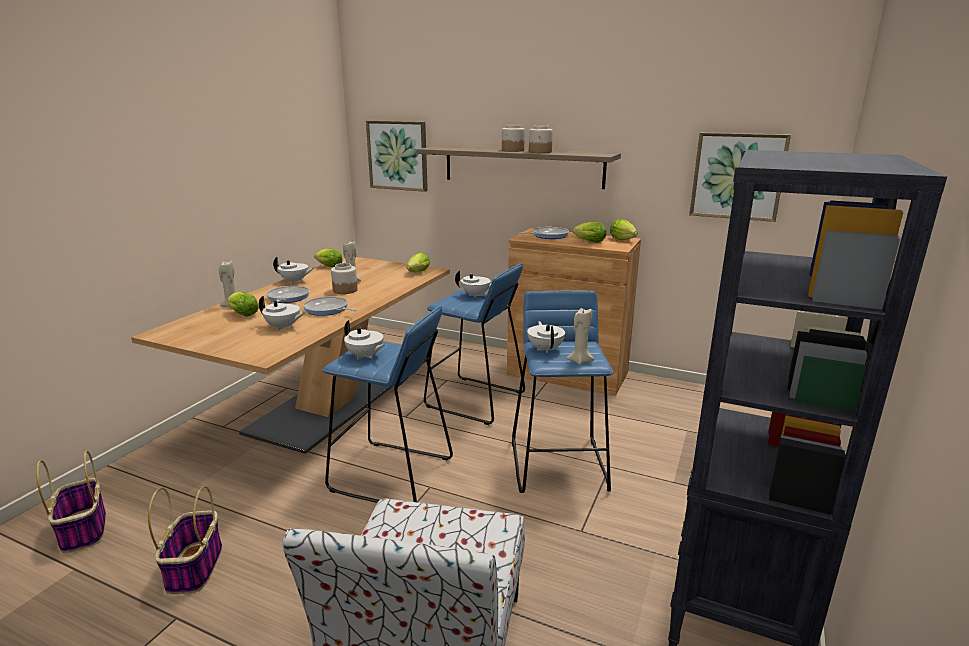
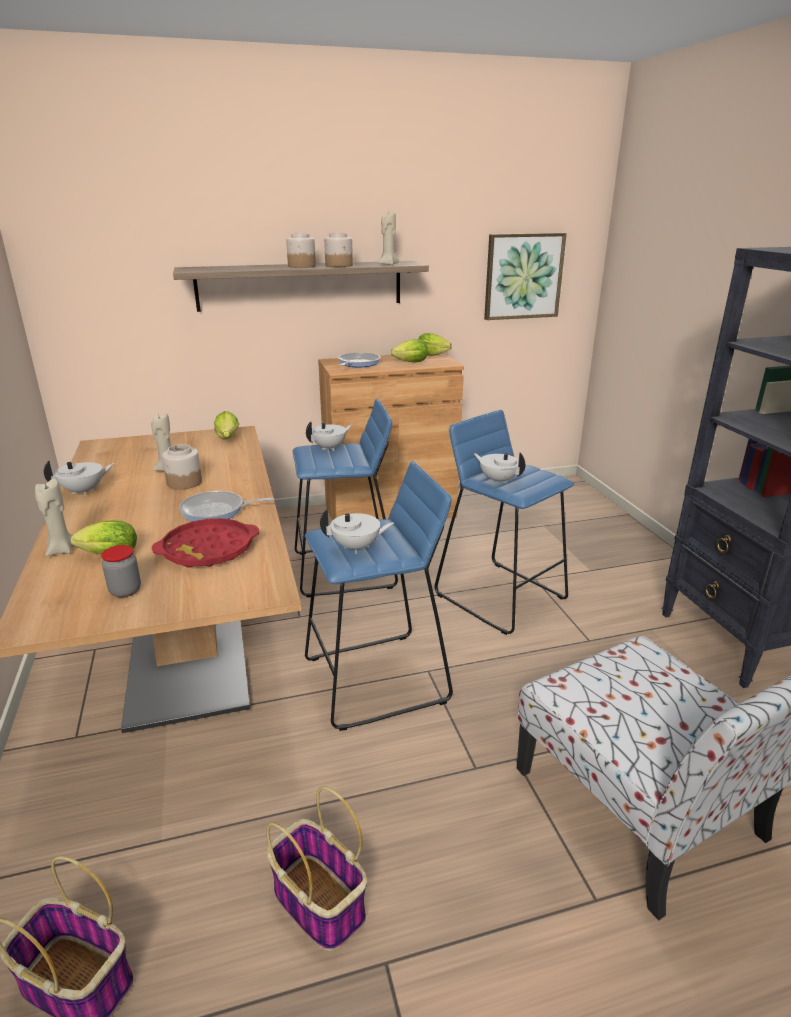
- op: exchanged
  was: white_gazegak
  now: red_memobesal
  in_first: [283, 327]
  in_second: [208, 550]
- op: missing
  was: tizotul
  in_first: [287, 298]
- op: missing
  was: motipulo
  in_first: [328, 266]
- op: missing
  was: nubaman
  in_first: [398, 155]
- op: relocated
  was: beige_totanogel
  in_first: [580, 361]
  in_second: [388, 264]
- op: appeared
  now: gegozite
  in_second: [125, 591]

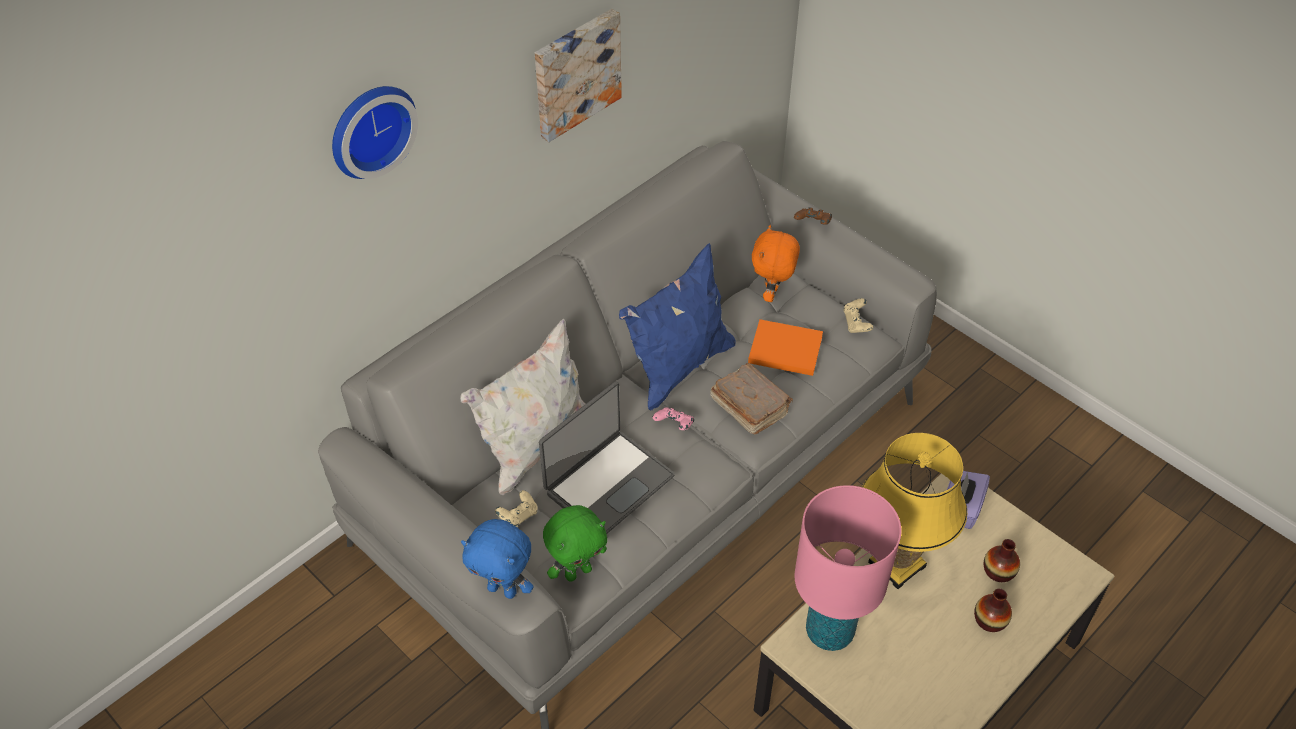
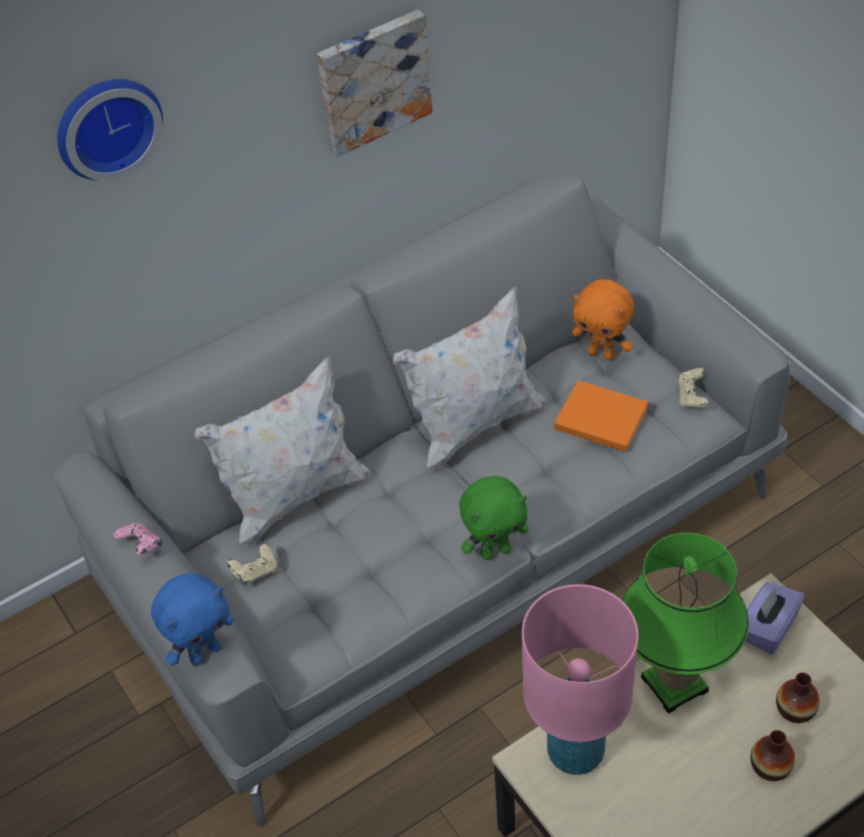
- op: spun
  was: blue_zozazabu
  in_first: [503, 589]
  in_second: [204, 652]
  clockwise: -75
- op: missing
  was: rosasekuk
  in_first: [608, 483]
- op: relocated
  was: green_zozazabu
  in_first: [578, 571]
  in_second: [495, 551]
- op: colour
  was: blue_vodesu
  now: white_vodesu
  in_first: [678, 367]
  in_second: [474, 425]
- op: relocated
  was: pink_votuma
  in_first: [674, 426]
  in_second: [141, 546]
- op: missing
  was: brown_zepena
  in_first: [749, 406]
- op: spun
  was: orange_zozazabu
  in_first: [772, 295]
  in_second: [602, 353]
  clockwise: -90
- op: missing
  was: brown_votuma
  in_first: [813, 224]
- op: colour
  was: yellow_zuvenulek
  now: green_zuvenulek
  in_first: [896, 564]
  in_second: [673, 684]

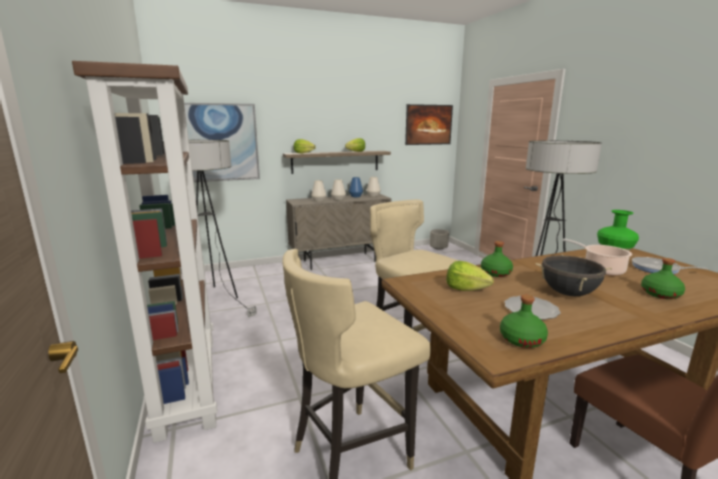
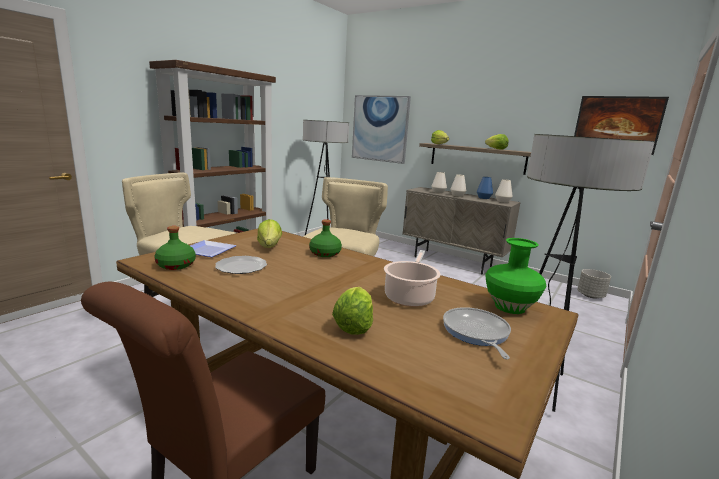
- op: missing
  was: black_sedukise
  in_first: [568, 294]
- op: exchanged
  was: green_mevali
  now: motipulo
  in_first: [660, 294]
  in_second: [354, 325]
- op: appeared
  now: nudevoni
  in_second: [205, 251]

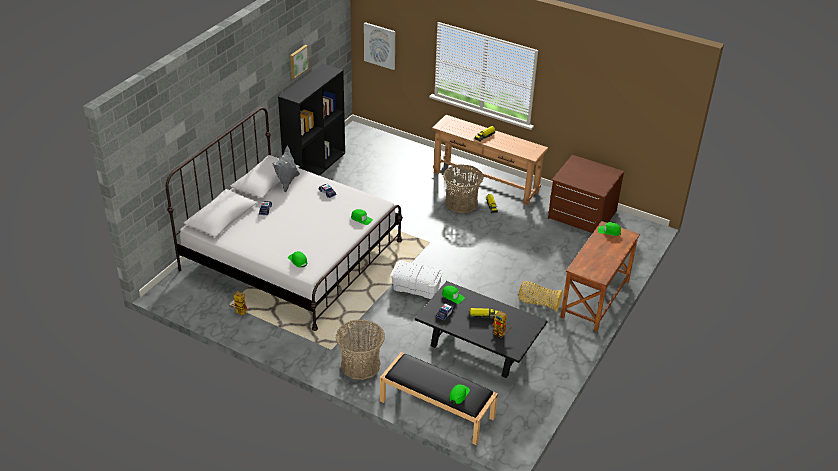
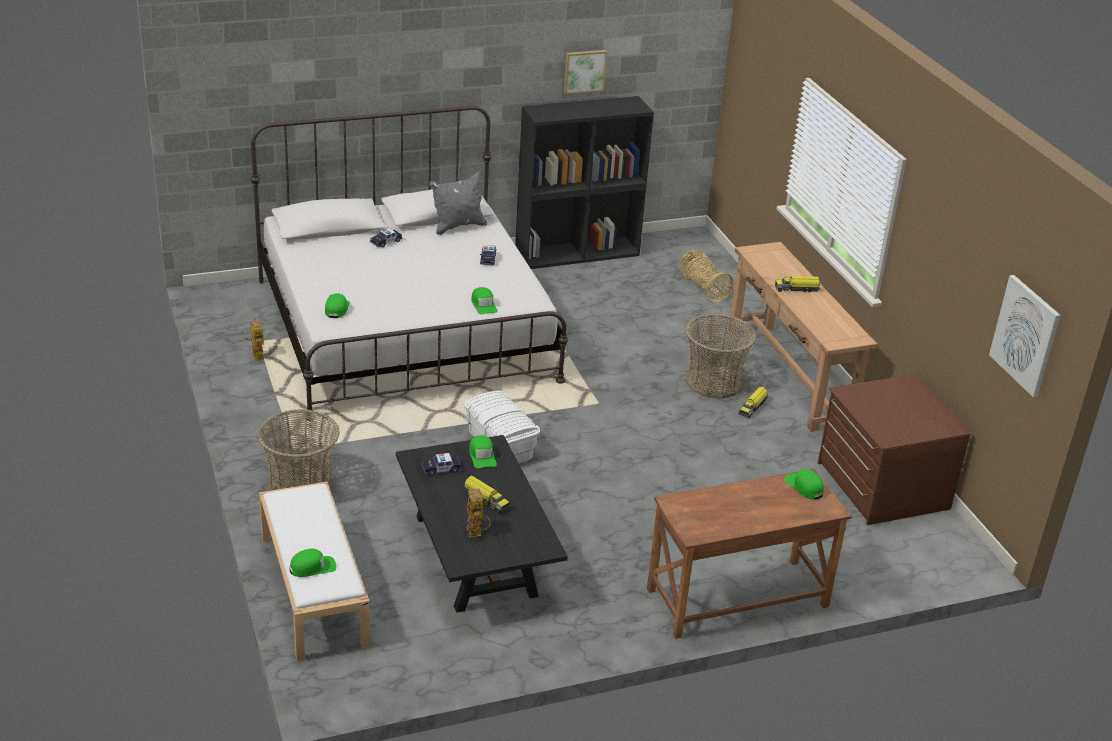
- op: relocated
  was: nubaman
  in_first: [380, 45]
  in_second: [1025, 335]
- op: colour
  was: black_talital
  now: white_talital
  in_first: [436, 409]
  in_second: [312, 589]
- op: relocated
  was: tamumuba
  in_first: [538, 303]
  in_second: [702, 287]

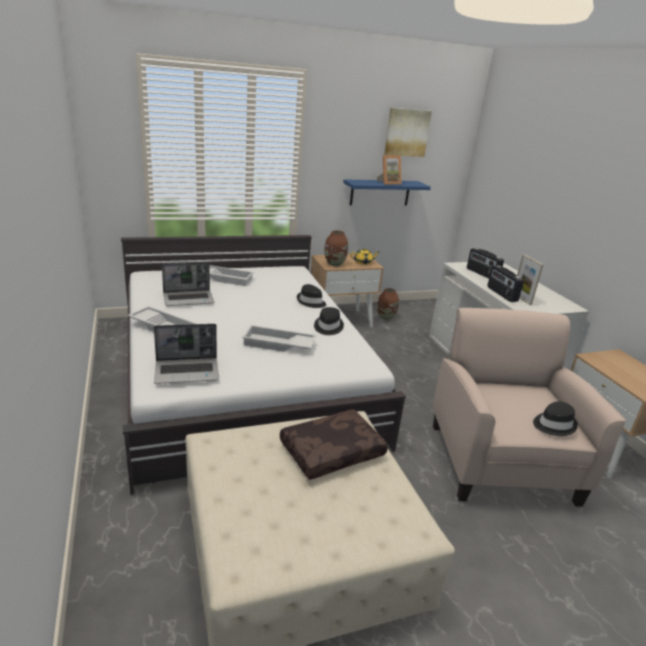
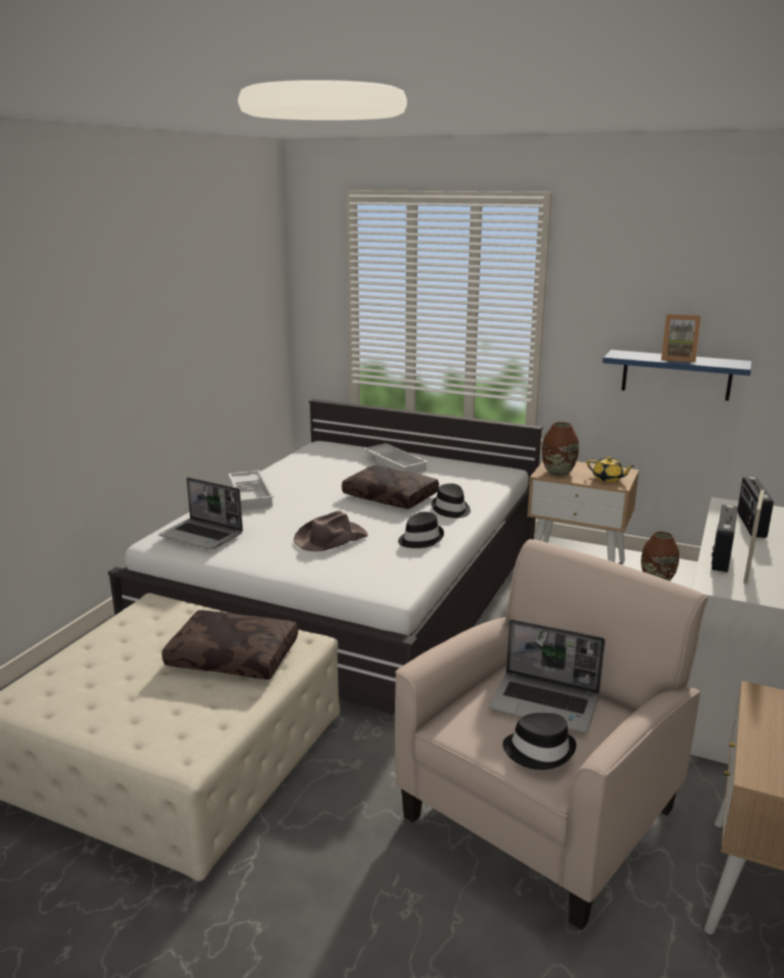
- op: relocated
  was: rosasekuk
  in_first: [189, 299]
  in_second: [546, 703]
- op: exchanged
  was: white_memobesal
  now: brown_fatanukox
  in_first: [278, 344]
  in_second: [330, 539]
- op: missing
  was: nubaman
  in_first: [406, 132]
- op: appeared
  now: brown_vodesu
  in_second: [391, 496]

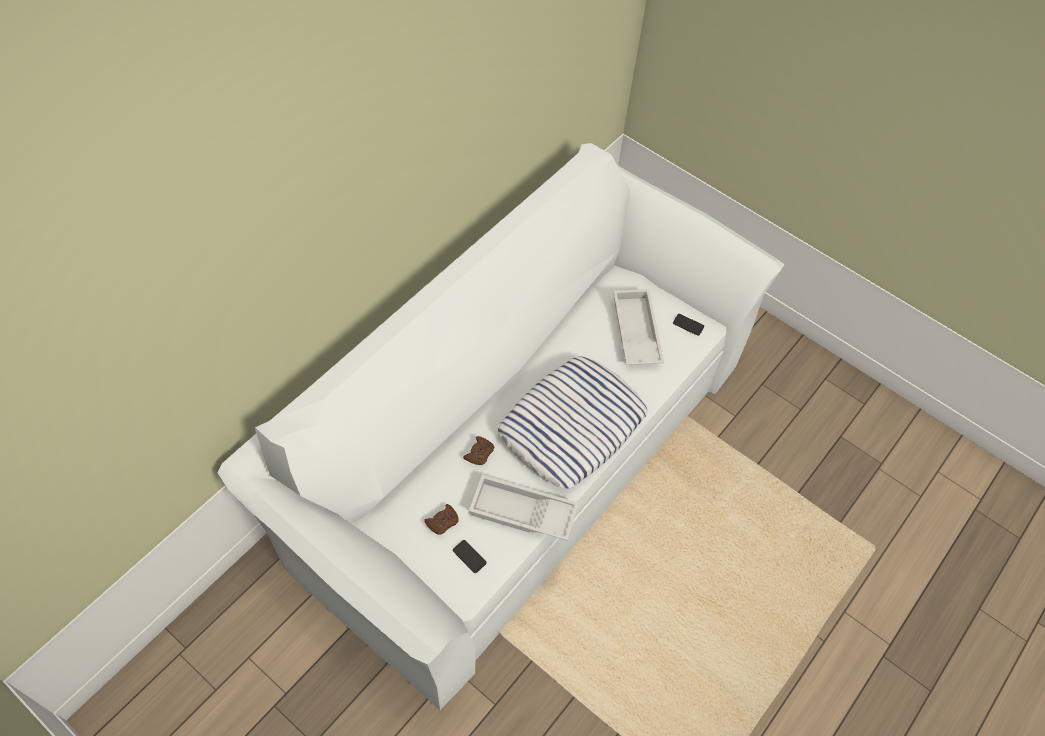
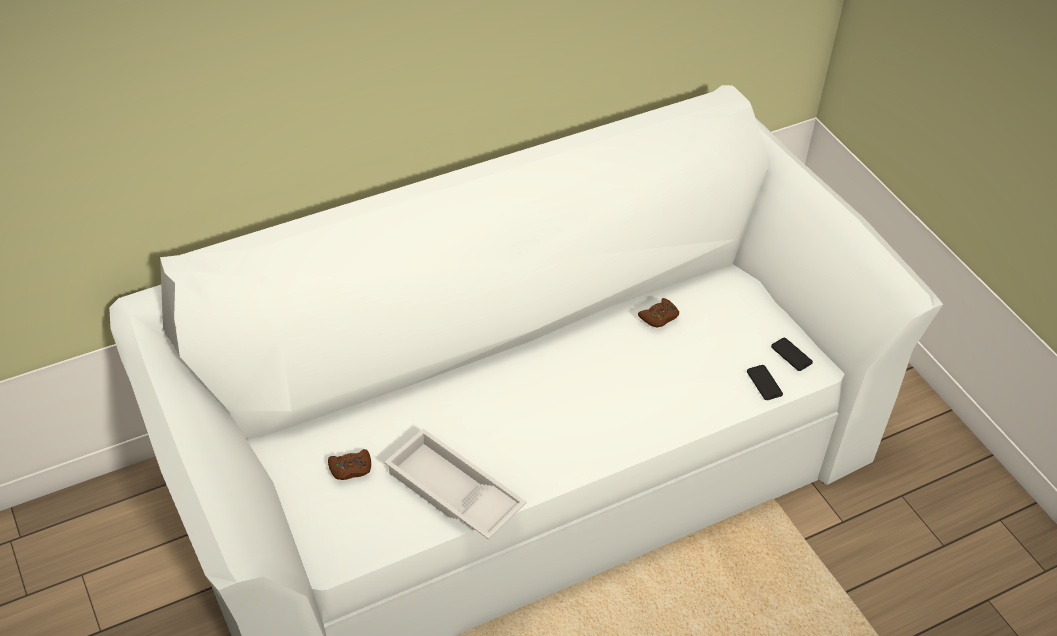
- op: relocated
  was: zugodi
  in_first: [469, 556]
  in_second: [764, 383]
- op: relocated
  was: brown_votuma
  in_first: [479, 453]
  in_second: [659, 317]
- op: missing
  was: vodesu
  in_first: [572, 426]
- op: missing
  was: white_memobesal
  in_first: [634, 332]

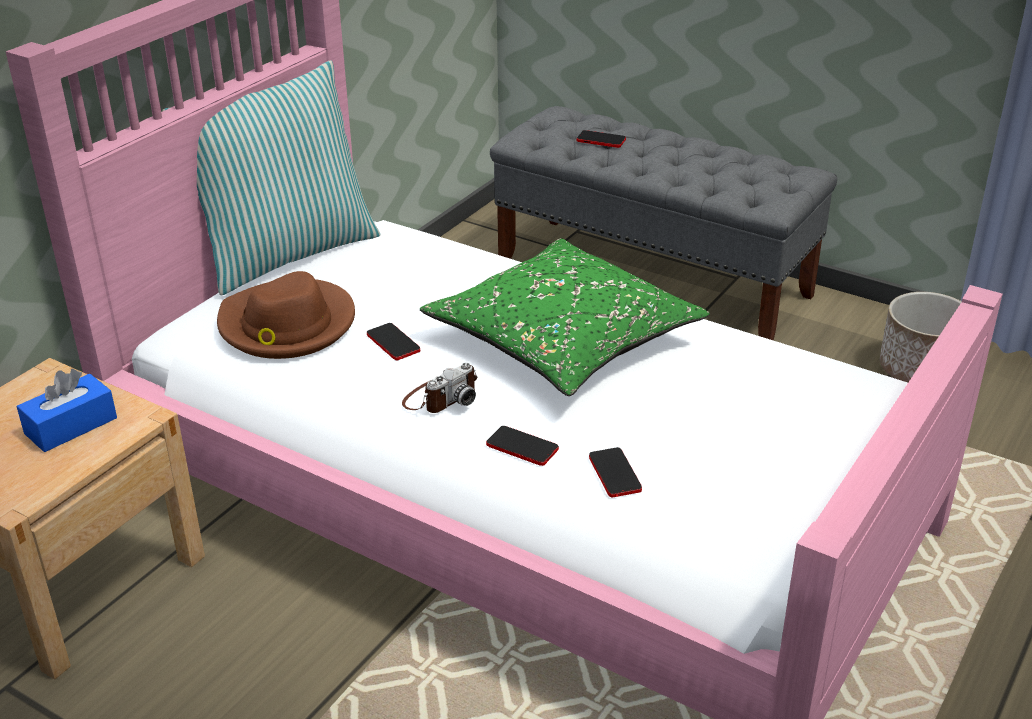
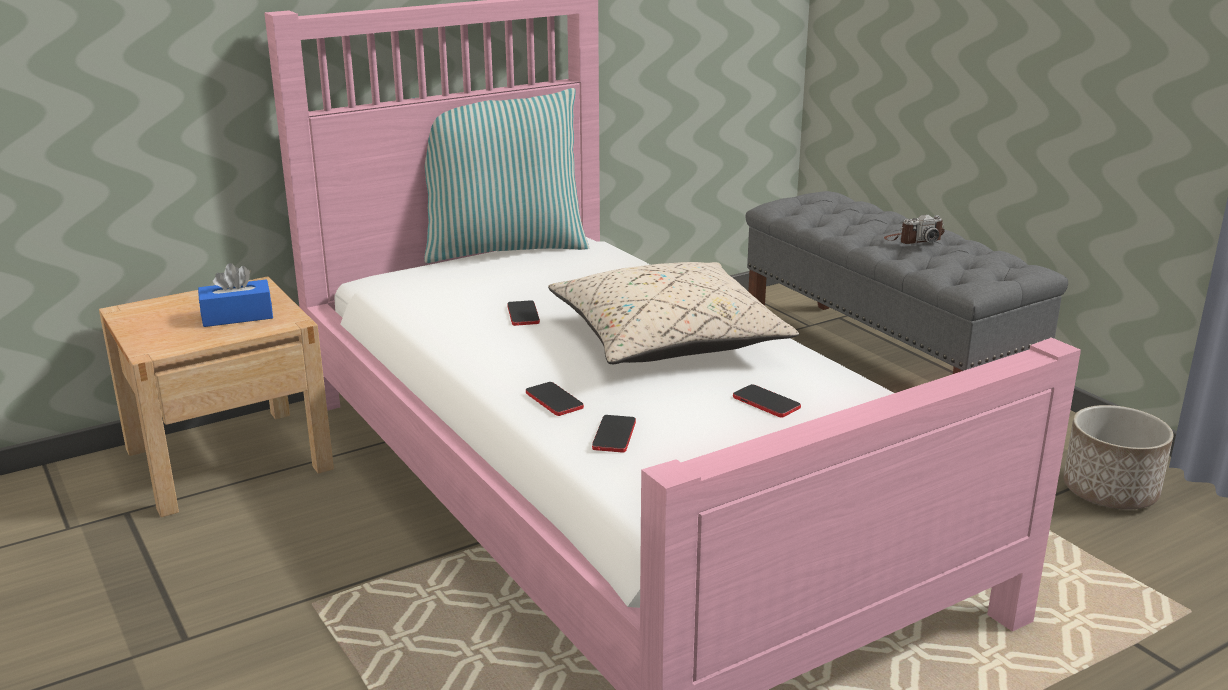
- op: missing
  was: brown_fatanukox
  in_first: [286, 325]
- op: relocated
  was: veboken
  in_first: [441, 398]
  in_second: [913, 240]
- op: colour
  was: green_vodesu
  now: beige_vodesu
  in_first: [563, 341]
  in_second: [667, 340]
- op: relocated
  was: zugodi
  in_first: [601, 140]
  in_second: [766, 402]

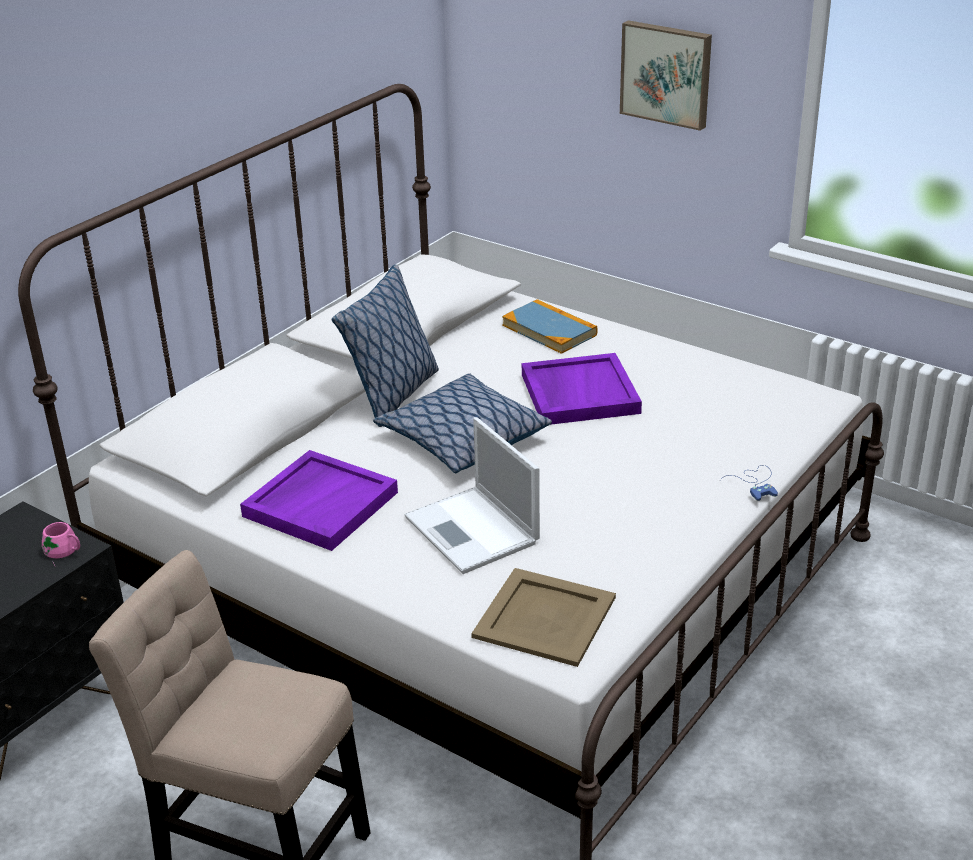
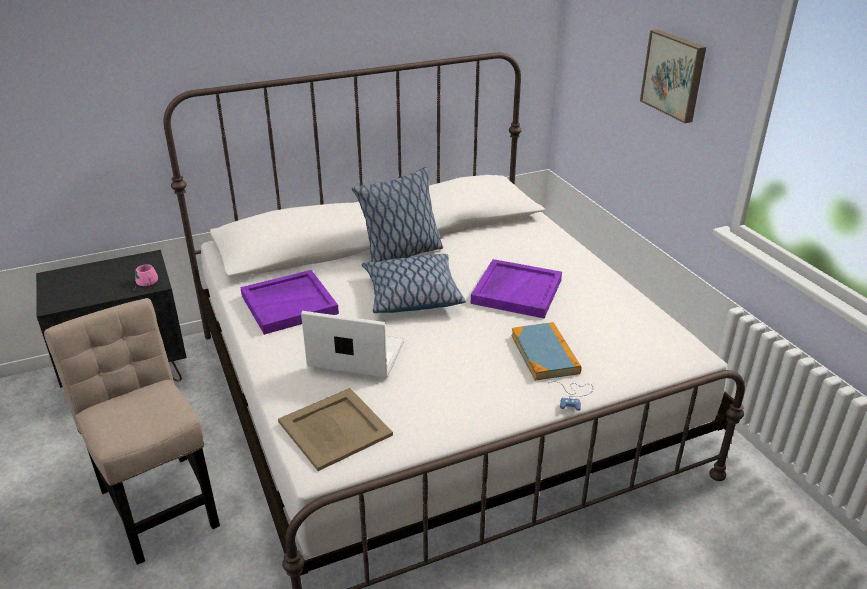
- op: spun
  was: rosasekuk
  in_first: [473, 531]
  in_second: [354, 354]
  clockwise: 105
- op: relocated
  was: zepena
  in_first: [549, 330]
  in_second: [545, 354]

